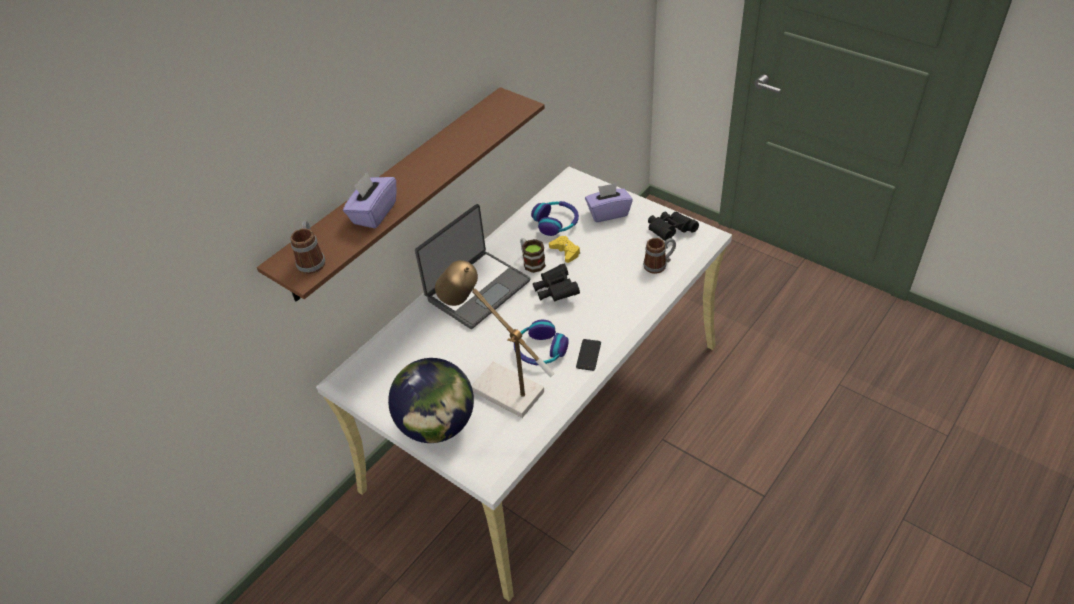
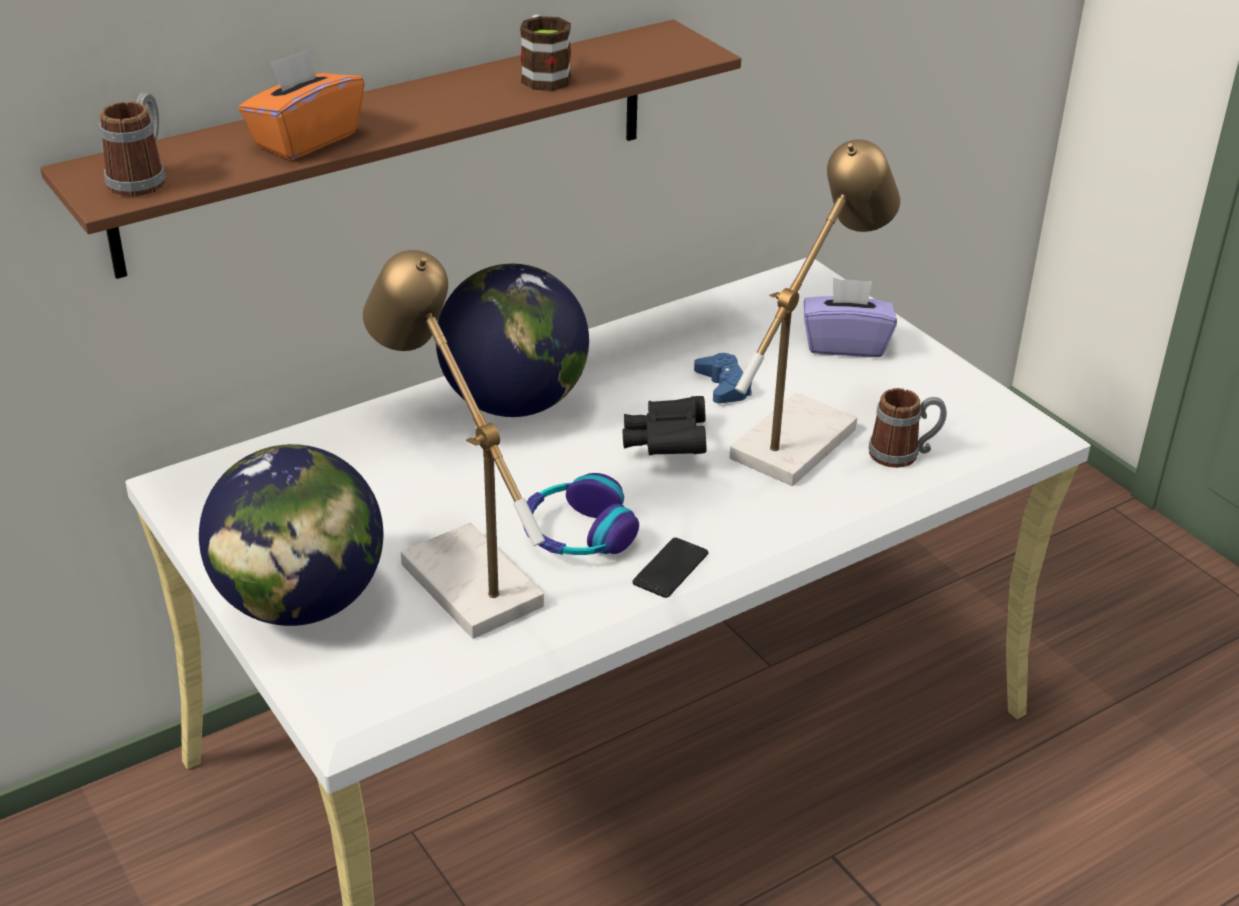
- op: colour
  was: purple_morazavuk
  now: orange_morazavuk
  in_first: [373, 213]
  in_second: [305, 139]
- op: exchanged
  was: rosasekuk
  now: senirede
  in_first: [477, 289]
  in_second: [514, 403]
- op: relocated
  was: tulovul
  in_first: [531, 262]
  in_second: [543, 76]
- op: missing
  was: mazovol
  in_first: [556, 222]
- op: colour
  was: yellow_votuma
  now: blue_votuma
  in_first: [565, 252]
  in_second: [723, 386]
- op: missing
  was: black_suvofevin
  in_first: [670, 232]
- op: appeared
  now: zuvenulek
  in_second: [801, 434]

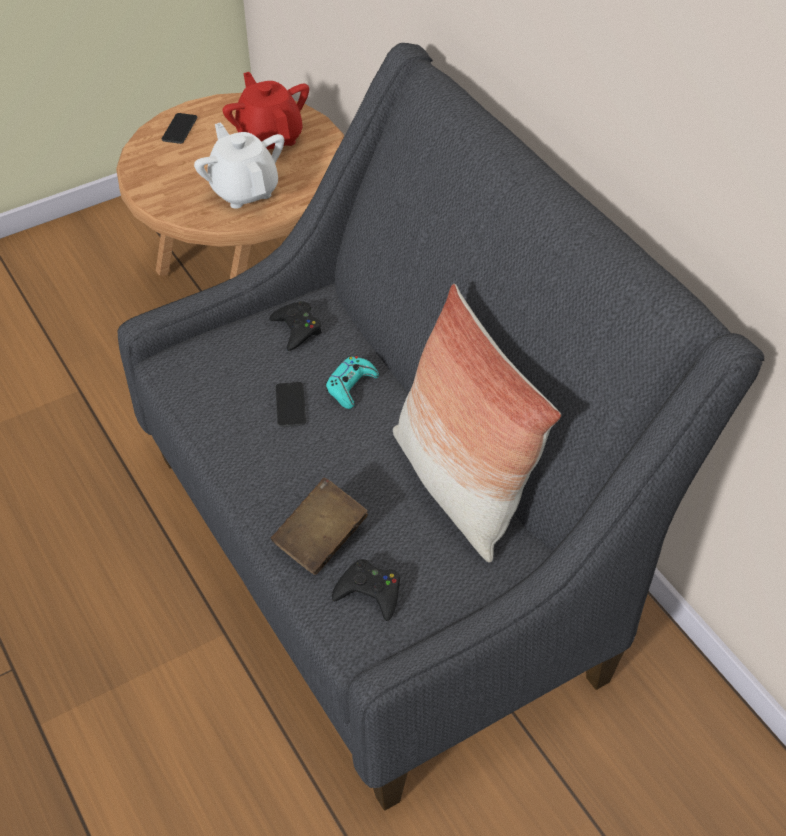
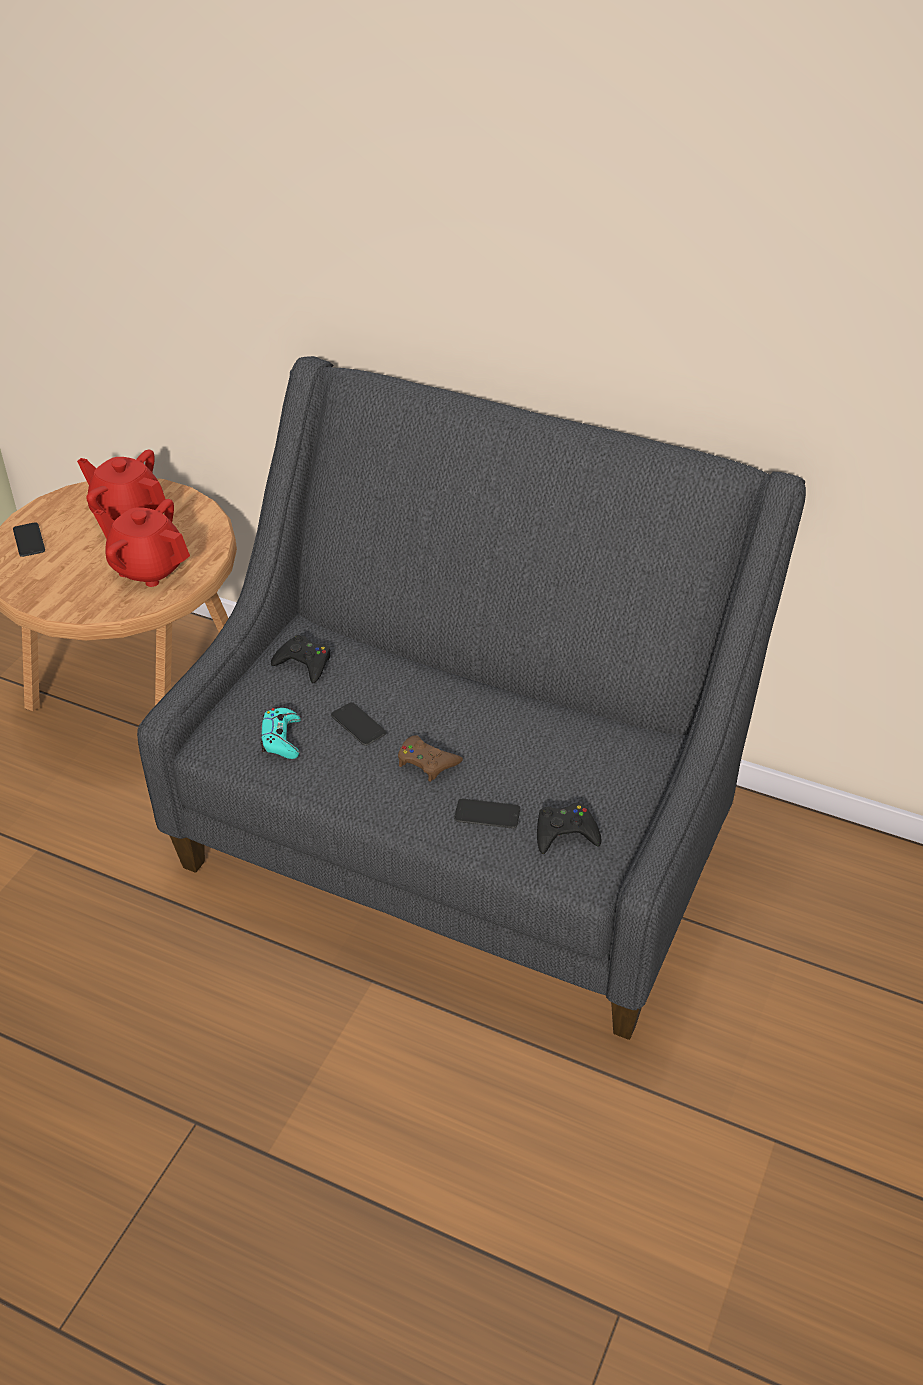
- op: colour
  was: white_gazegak
  now: red_gazegak
  in_first: [244, 190]
  in_second: [148, 568]
- op: exchanged
  was: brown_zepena
  now: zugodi
  in_first: [321, 540]
  in_second: [487, 814]
- op: relocated
  was: turquoise_votuma
  in_first: [351, 387]
  in_second: [281, 739]
- op: missing
  was: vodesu
  in_first: [461, 486]
- op: appeared
  now: brown_votuma
  in_second: [427, 762]

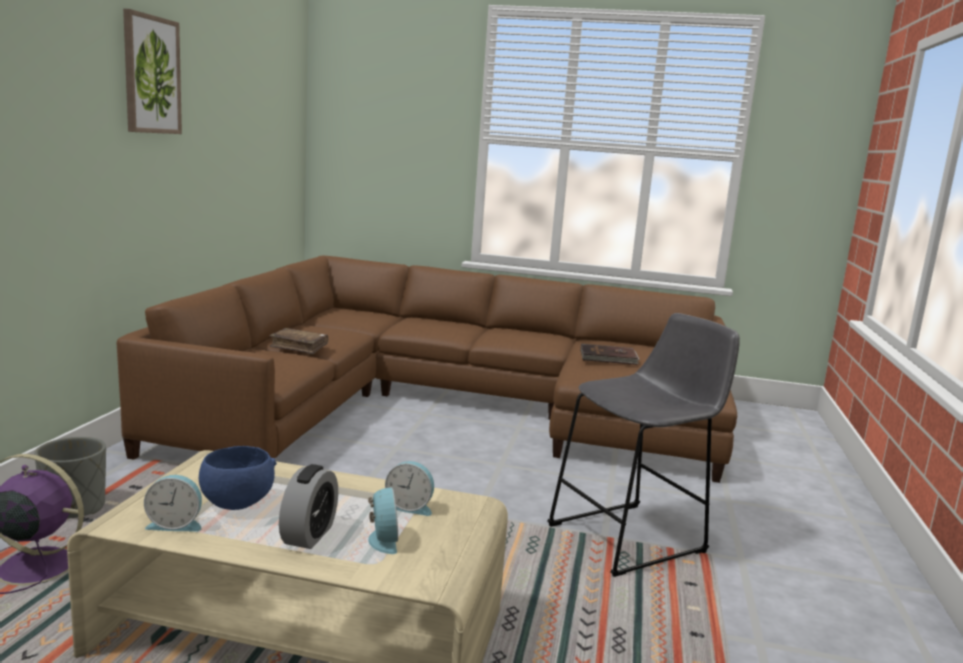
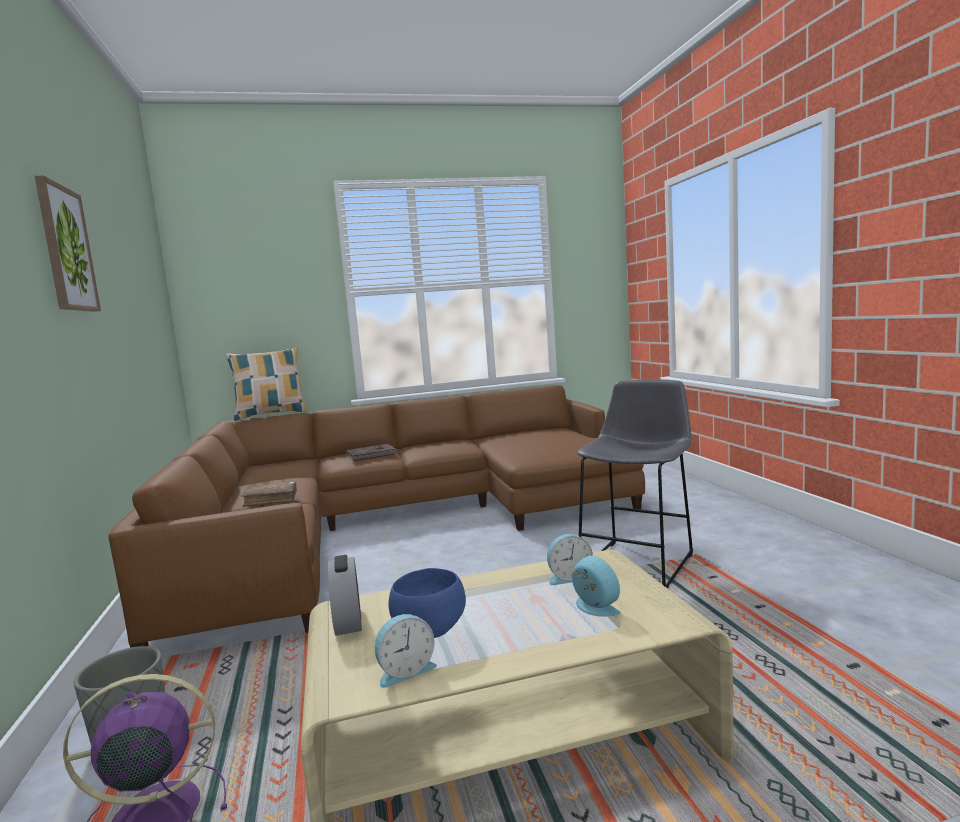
- op: relocated
  was: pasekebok
  in_first: [309, 535]
  in_second: [348, 622]
- op: relocated
  was: brown_zepena
  in_first: [608, 357]
  in_second: [372, 455]
- op: appeared
  now: vodesu
  in_second: [271, 415]

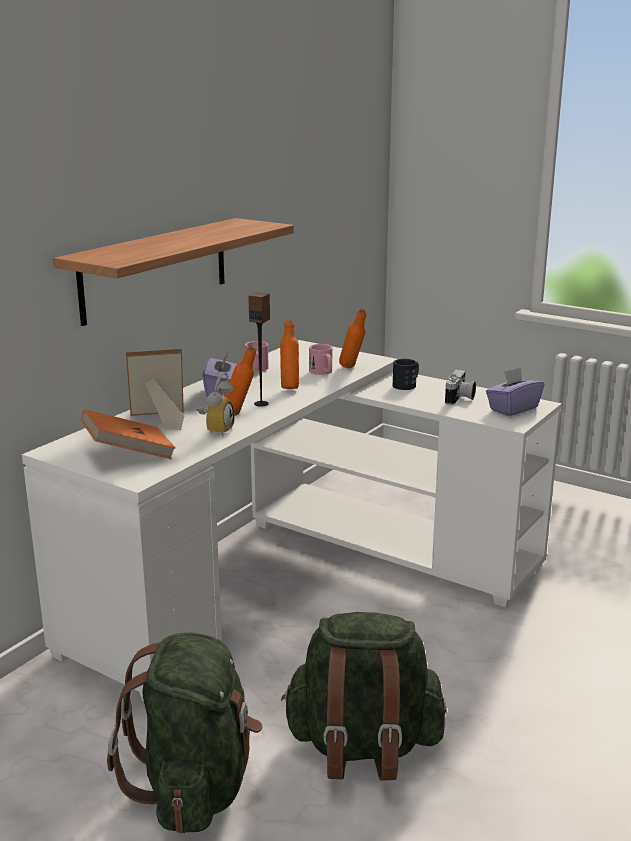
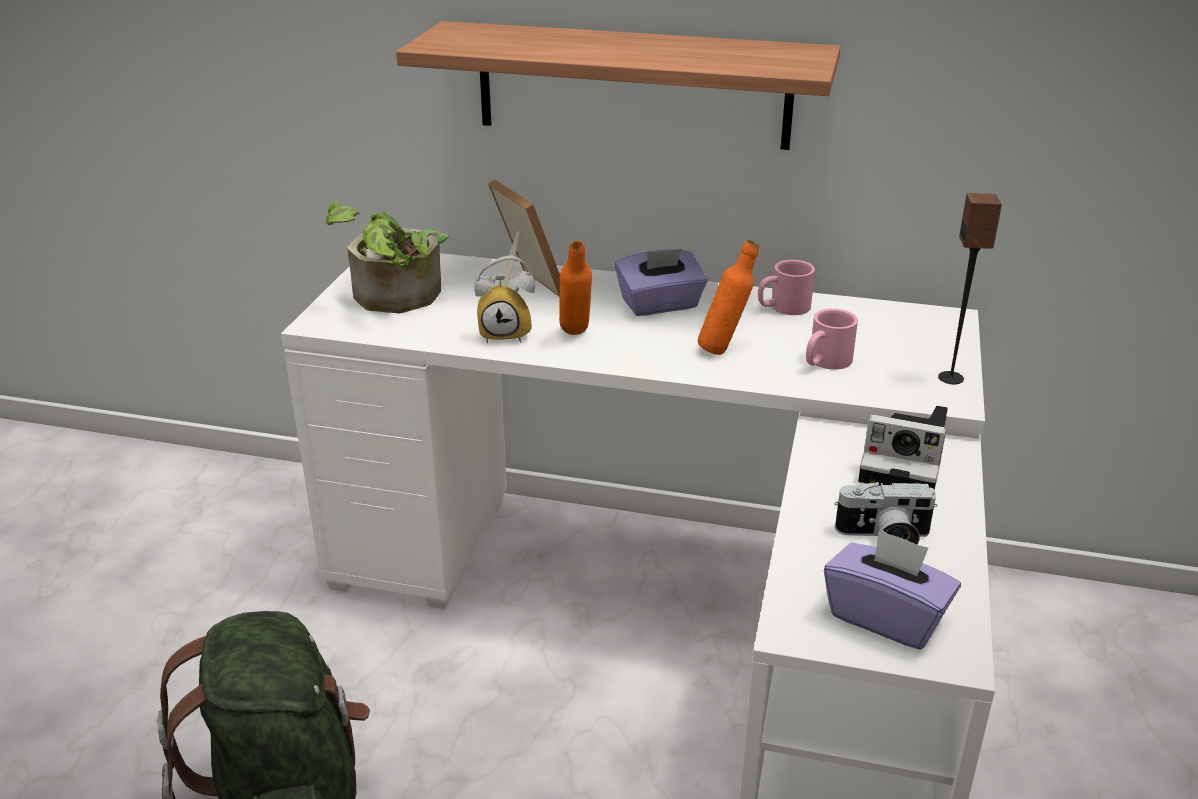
- op: exchanged
  was: orange_zepena
  now: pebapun
  in_first: [129, 454]
  in_second: [394, 300]
- op: missing
  was: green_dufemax
  in_first: [195, 786]
- op: relocated
  was: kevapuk
  in_first: [261, 403]
  in_second: [951, 378]
- op: missing
  was: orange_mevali
  in_first: [352, 368]
- op: exchanged
  was: black_tulovul
  now: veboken
  in_first: [407, 384]
  in_second: [906, 464]

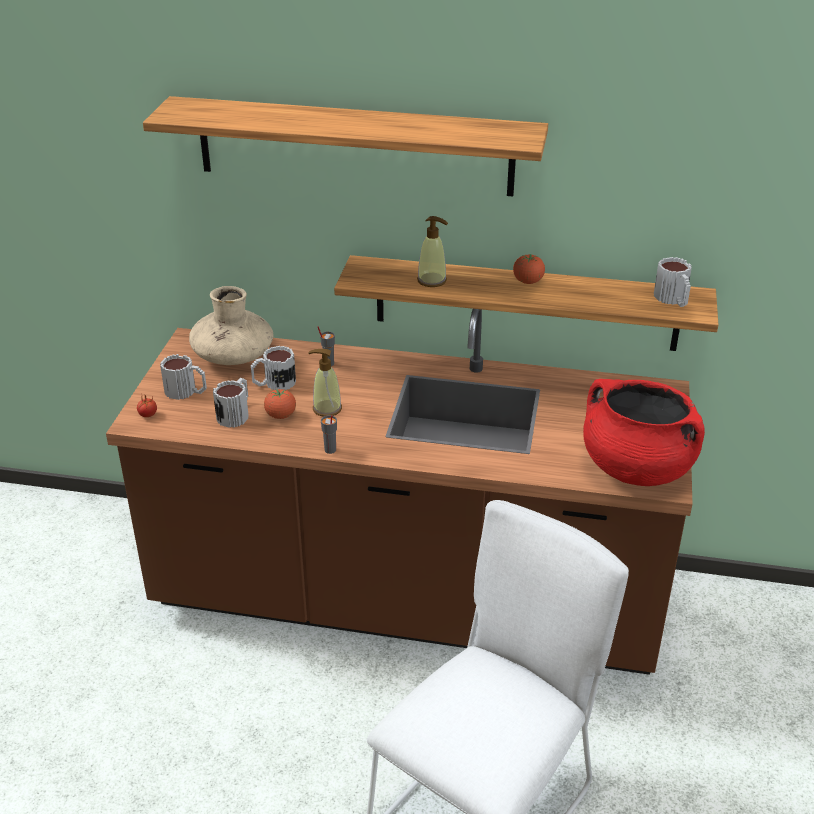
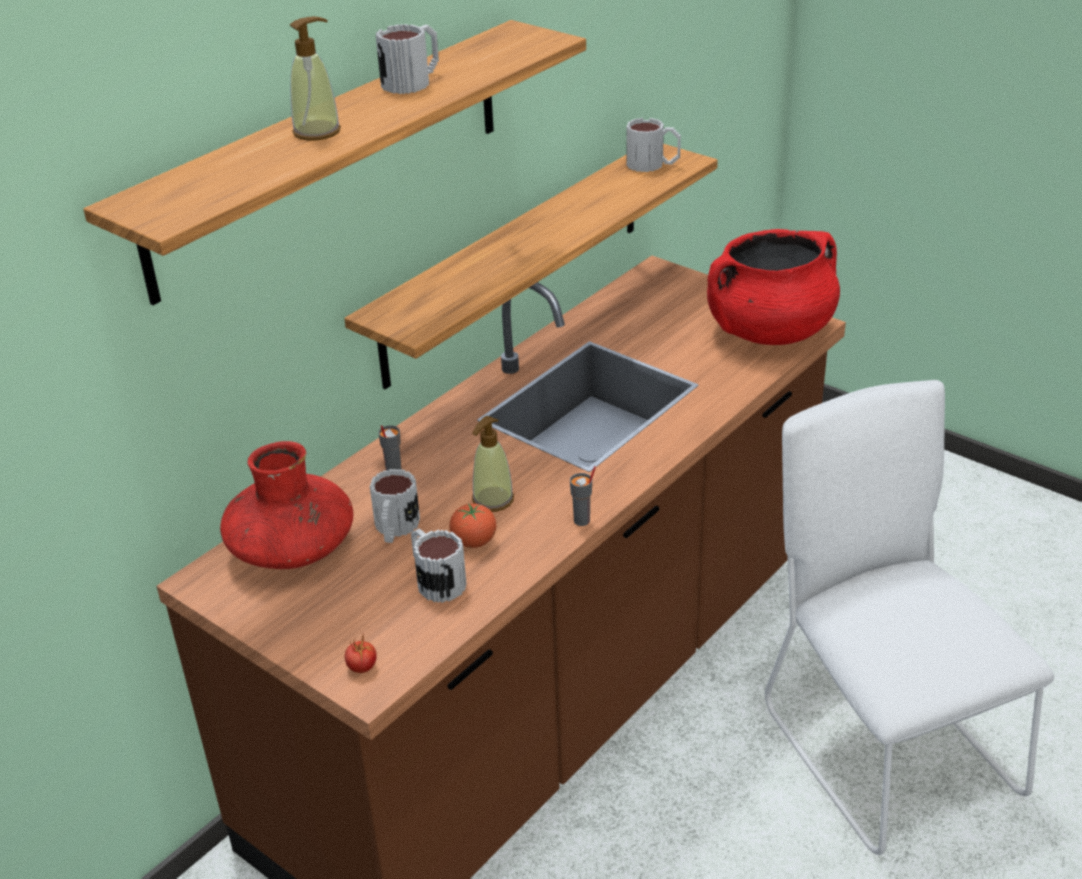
- op: relocated
  was: tulovul
  in_first: [186, 392]
  in_second: [413, 81]
- op: colour
  was: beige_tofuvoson
  now: red_tofuvoson
  in_first: [233, 356]
  in_second: [292, 548]
- op: relocated
  was: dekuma
  in_first: [432, 280]
  in_second: [317, 131]
- op: missing
  was: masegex
  in_first: [528, 282]

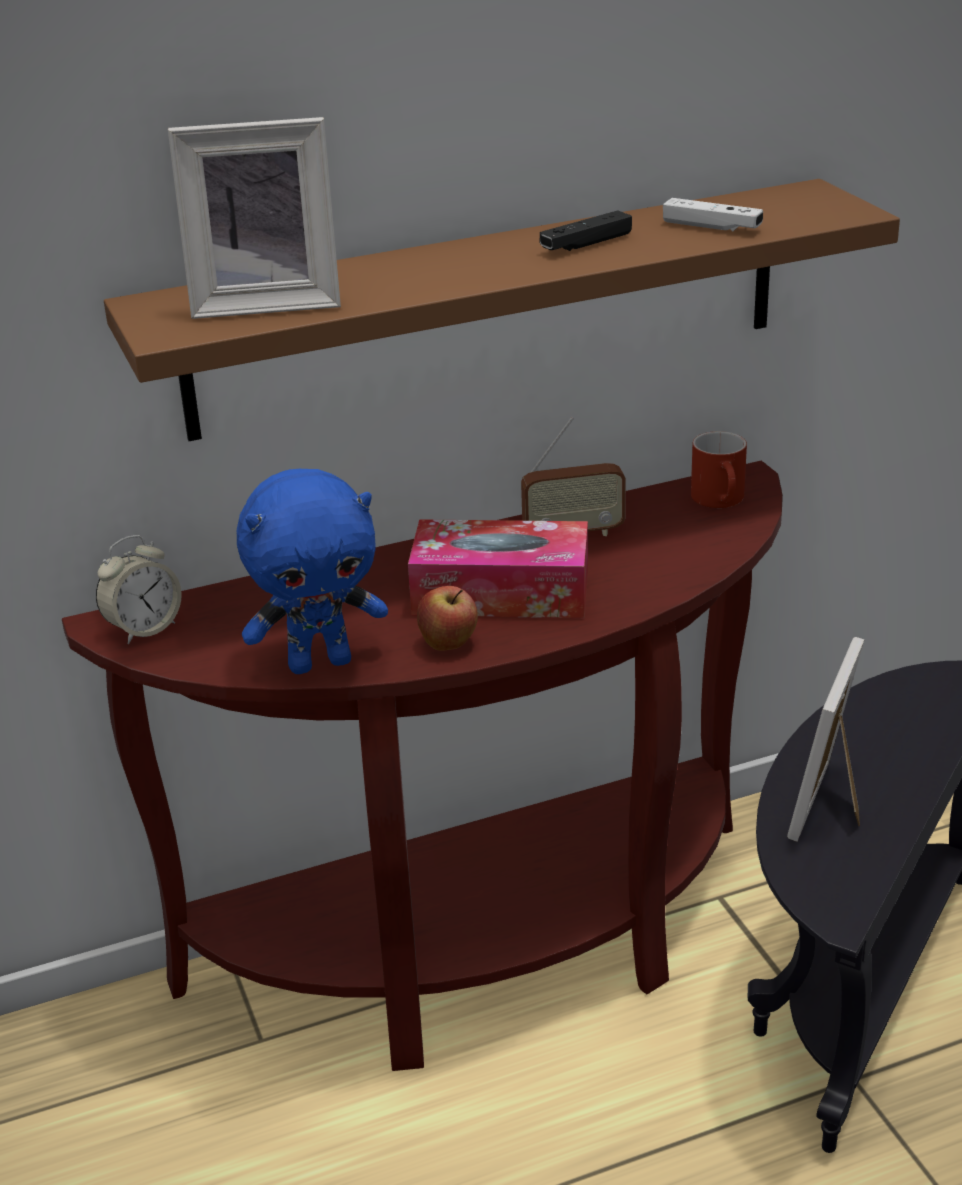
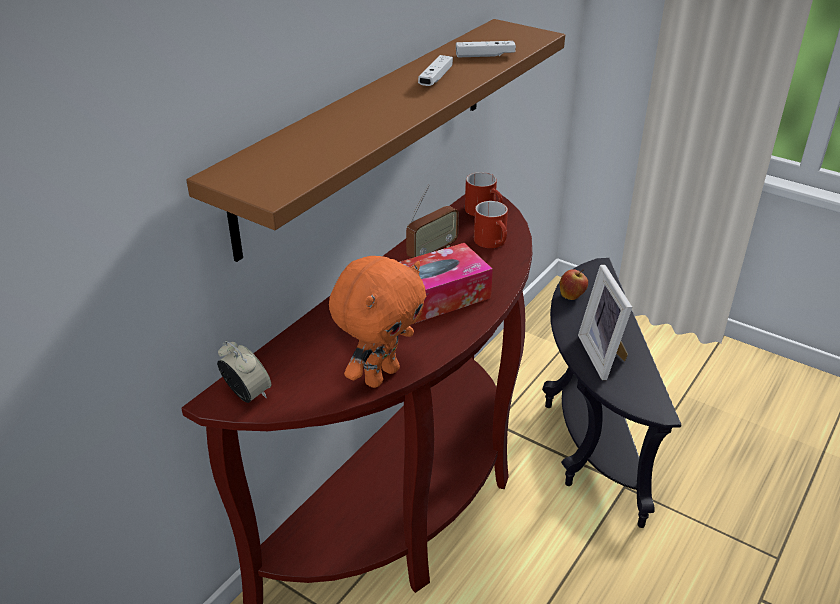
- op: spun
  was: pasekebok
  in_first: [144, 629]
  in_second: [247, 394]
  clockwise: -60
- op: missing
  was: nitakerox
  in_first: [266, 302]
- op: colour
  was: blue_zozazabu
  now: orange_zozazabu
  in_first: [320, 662]
  in_second: [380, 375]
- op: relocated
  was: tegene
  in_first: [449, 644]
  in_second: [572, 296]
- op: colour
  was: black_votuma
  now: white_votuma
  in_first: [586, 244]
  in_second: [435, 78]
- op: appeared
  now: red_tulovul
  in_second: [494, 243]

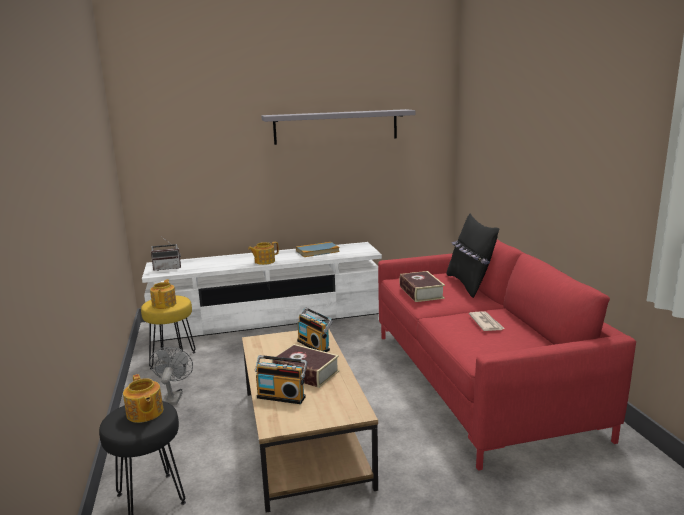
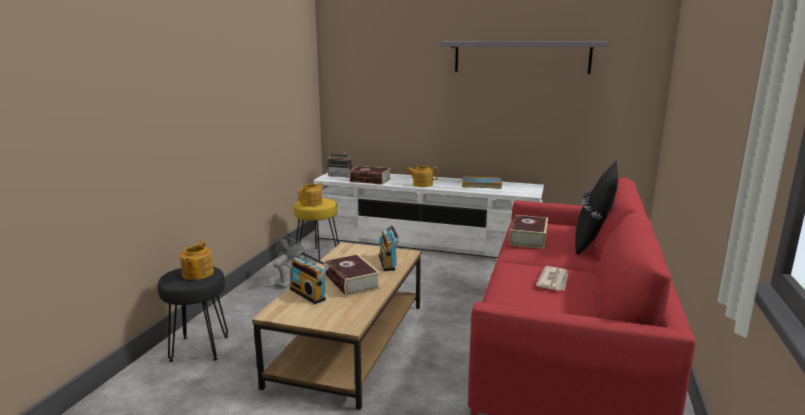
- op: appeared
  now: zepena
  in_second: [370, 180]

